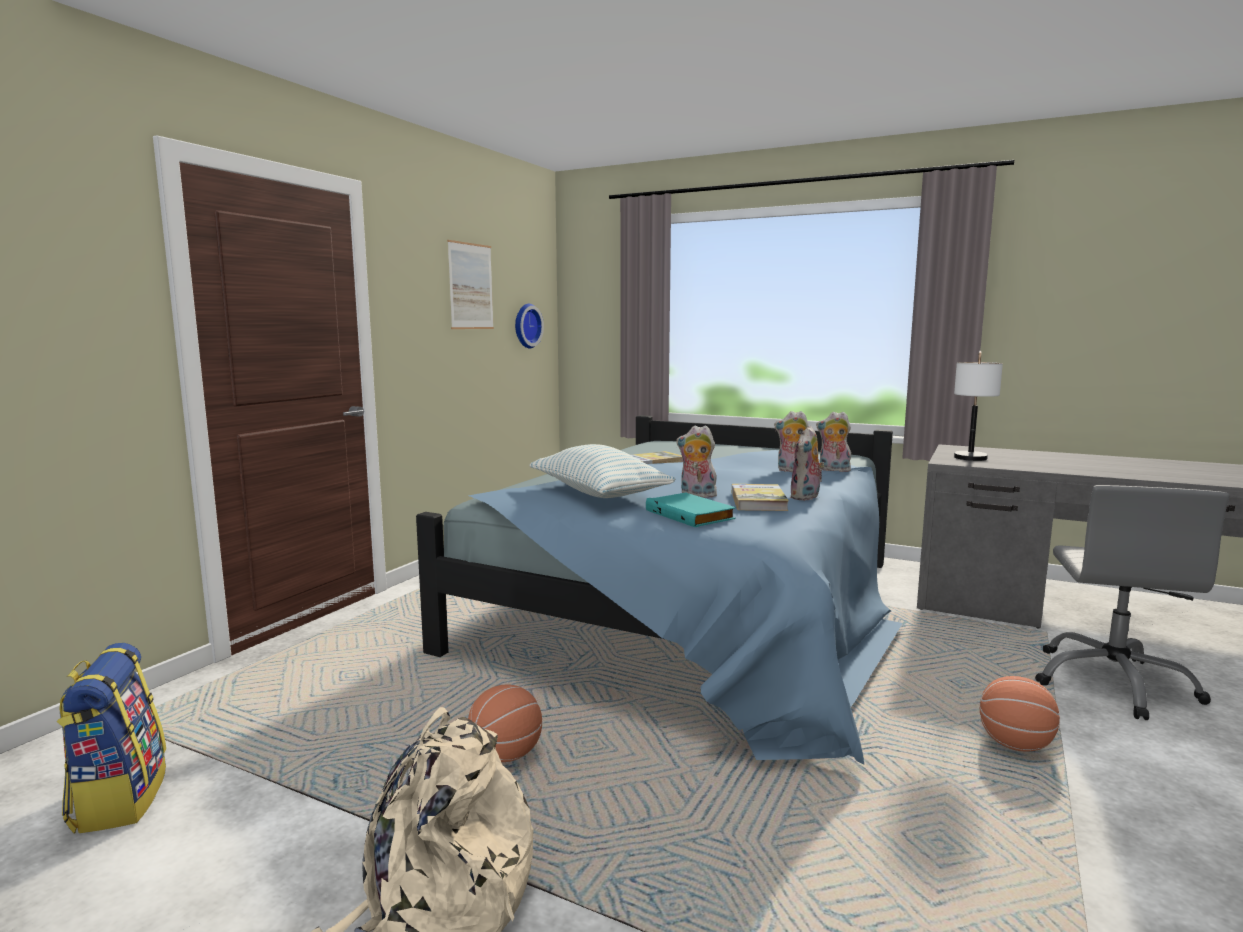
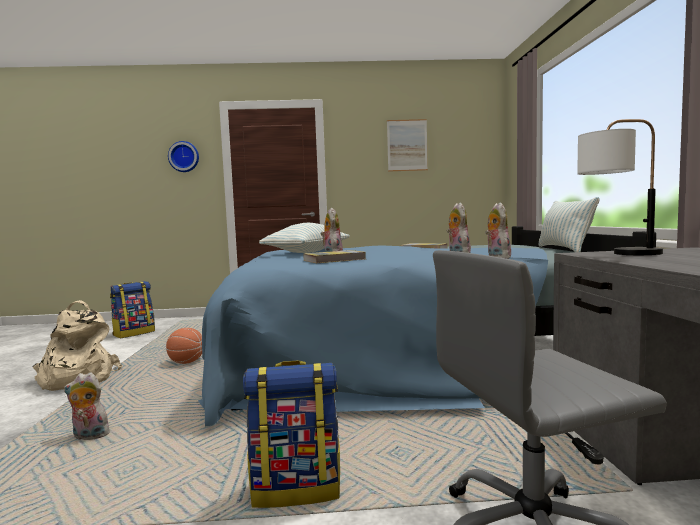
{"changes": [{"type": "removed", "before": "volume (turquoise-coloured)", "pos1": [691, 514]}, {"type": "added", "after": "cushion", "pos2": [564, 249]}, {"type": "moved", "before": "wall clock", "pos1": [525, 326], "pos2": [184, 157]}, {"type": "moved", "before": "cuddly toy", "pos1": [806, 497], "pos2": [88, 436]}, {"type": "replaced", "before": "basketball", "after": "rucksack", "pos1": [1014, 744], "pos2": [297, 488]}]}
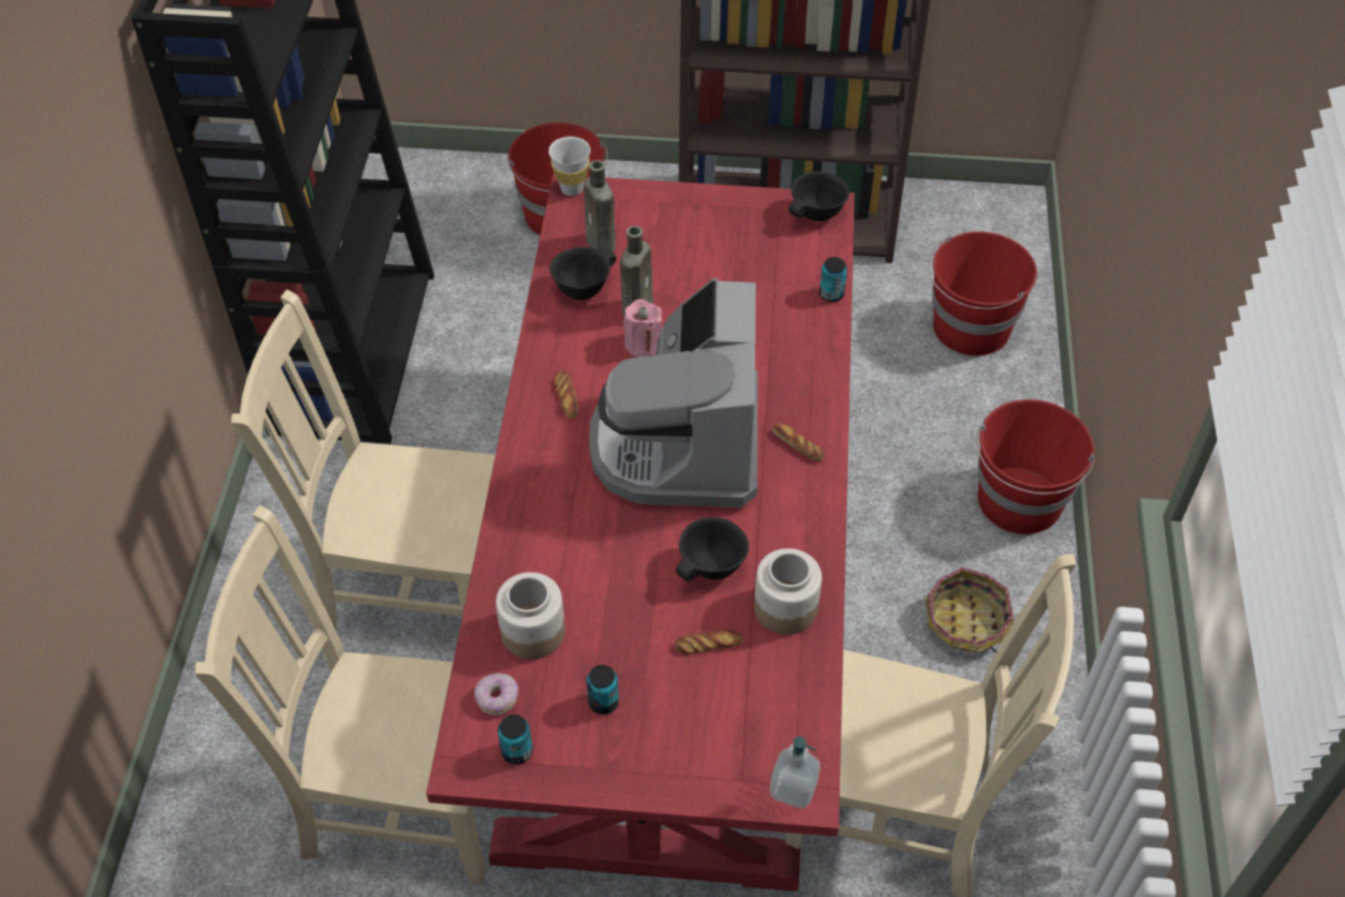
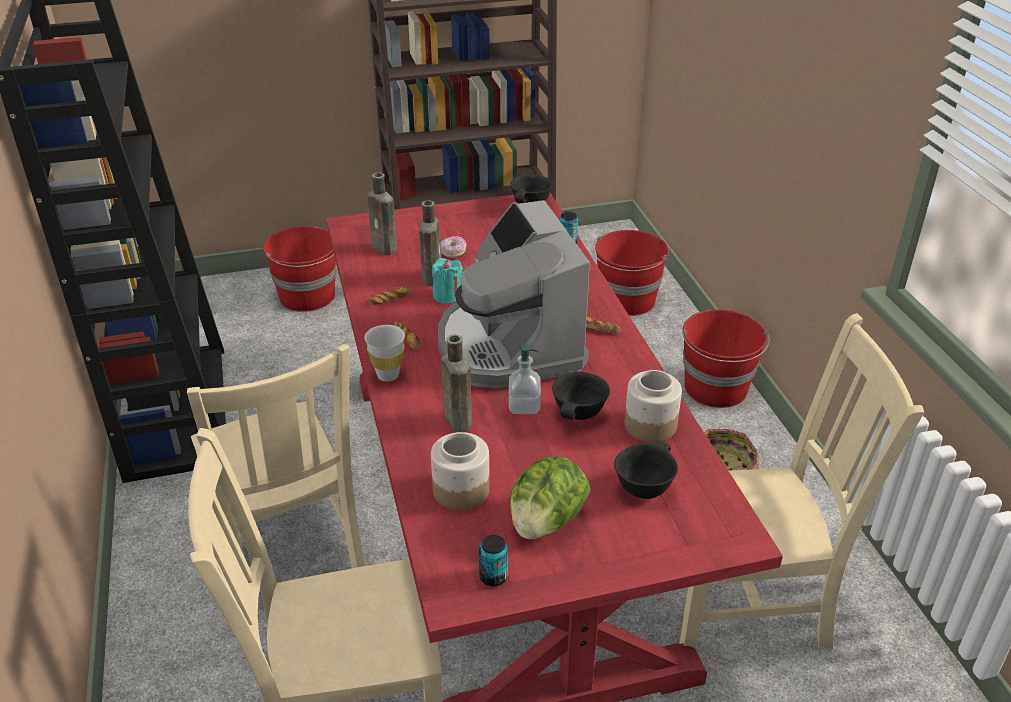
{"changes": [{"type": "added", "after": "bottle (brownish)", "pos2": [456, 419]}, {"type": "moved", "before": "doughnut", "pos1": [497, 698], "pos2": [453, 252]}, {"type": "moved", "before": "small cup (whitish)", "pos1": [572, 189], "pos2": [388, 375]}, {"type": "moved", "before": "deep dish (blackish)", "pos1": [582, 289], "pos2": [643, 488]}, {"type": "moved", "before": "bakery bread", "pos1": [708, 644], "pos2": [390, 298]}, {"type": "moved", "before": "soap bottle", "pos1": [793, 788], "pos2": [524, 406]}, {"type": "replaced", "before": "can", "after": "head of lettuce", "pos1": [603, 702], "pos2": [546, 522]}, {"type": "recoloured", "before": "wax light (pink)", "after": "wax light (turquoise-coloured)", "pos1": [643, 344], "pos2": [447, 296]}, {"type": "turned", "before": "chair (beige-coloured)", "pos1": [411, 585], "pos2": [289, 556], "turn": -105}]}
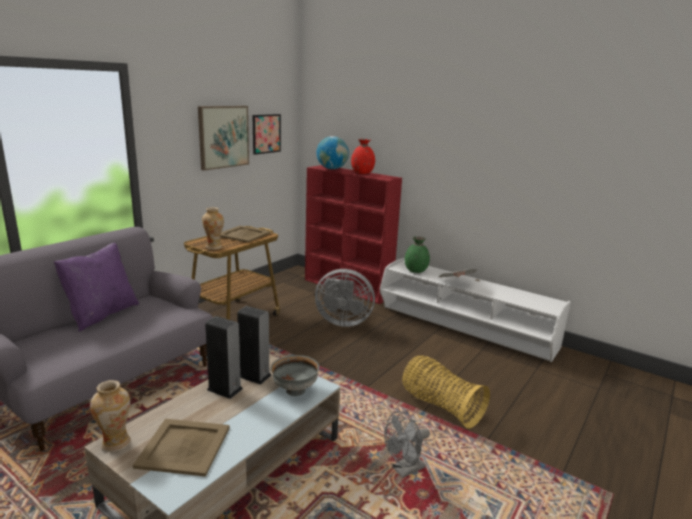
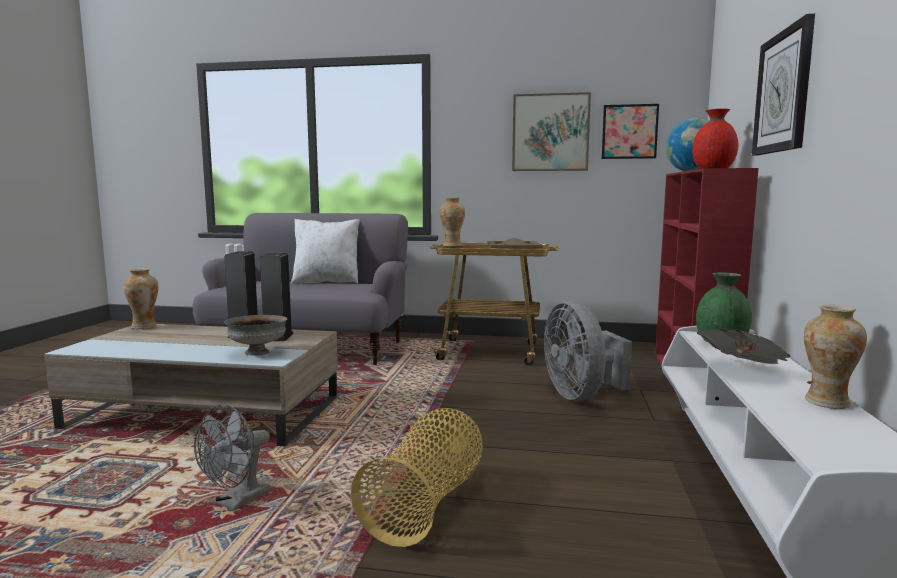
{"changes": [{"type": "removed", "before": "tray (beige-coloured)", "pos1": [183, 447]}, {"type": "added", "after": "wall clock", "pos2": [783, 92]}, {"type": "added", "after": "decorative vase", "pos2": [827, 402]}, {"type": "recoloured", "before": "cushion (purple)", "after": "cushion (whitish)", "pos1": [101, 314], "pos2": [327, 282]}, {"type": "turned", "before": "fan (gray)", "pos1": [404, 470], "pos2": [237, 502], "turn": -90}]}
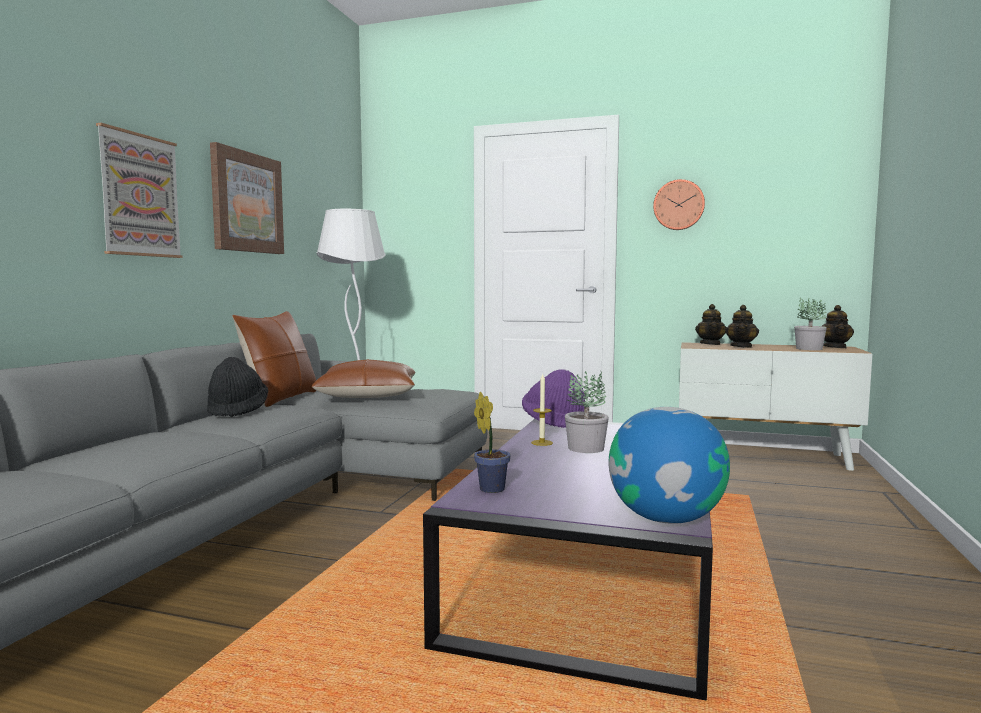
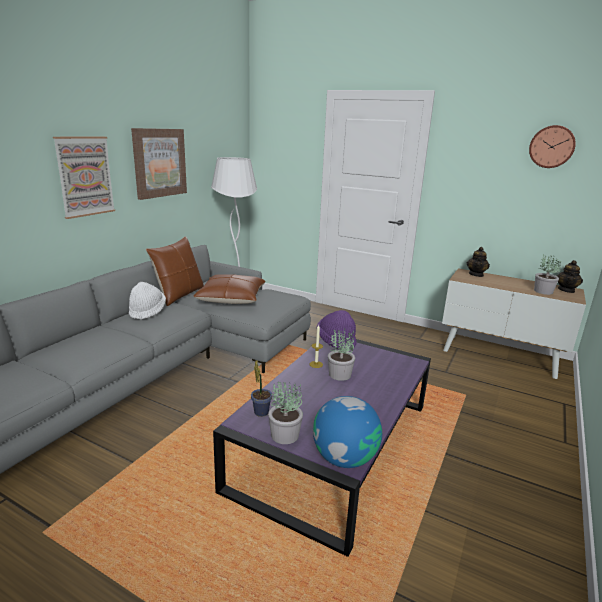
{"changes": [{"type": "removed", "before": "pot for tea", "pos1": [741, 346]}, {"type": "added", "after": "potted plant", "pos2": [285, 435]}, {"type": "moved", "before": "wall clock", "pos1": [678, 205], "pos2": [551, 146]}, {"type": "recoloured", "before": "clothing hat (blackish)", "after": "clothing hat (whitish)", "pos1": [237, 410], "pos2": [147, 311]}]}
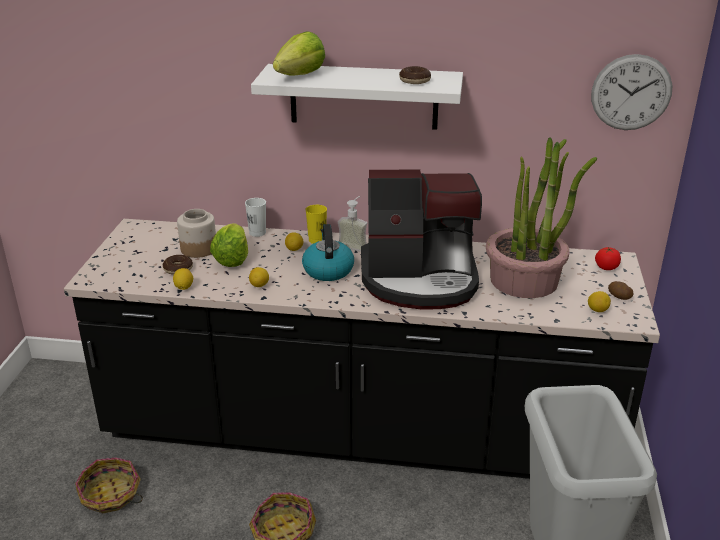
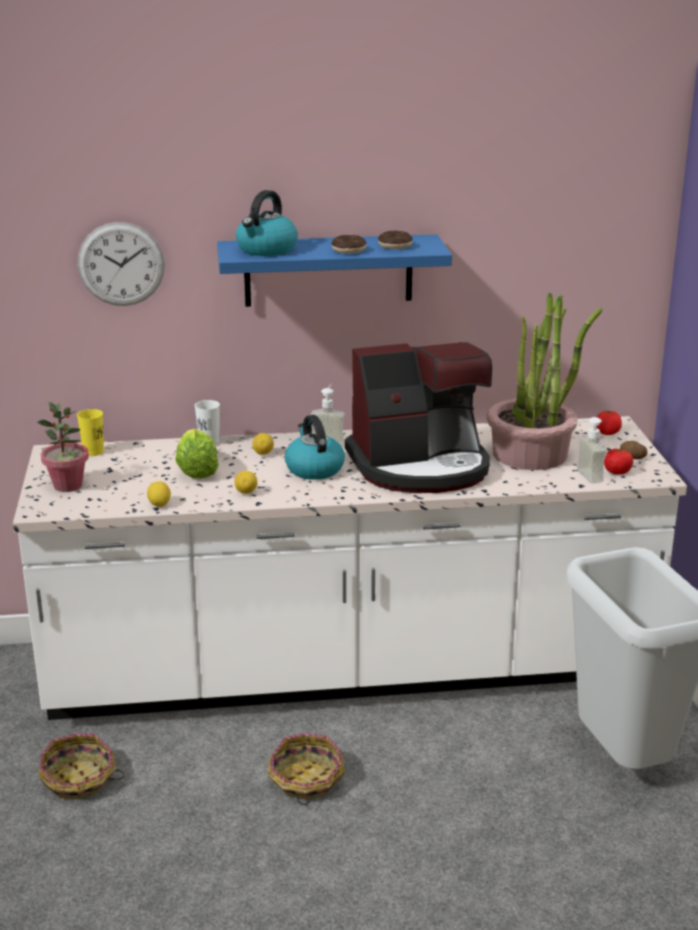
{"changes": [{"type": "removed", "before": "jar", "pos1": [198, 249]}, {"type": "added", "after": "potted plant", "pos2": [68, 486]}, {"type": "added", "after": "soap bottle", "pos2": [583, 477]}, {"type": "moved", "before": "doughnut", "pos1": [178, 269], "pos2": [348, 250]}, {"type": "moved", "before": "small cup (yellow-coloured)", "pos1": [317, 240], "pos2": [93, 452]}, {"type": "moved", "before": "wall clock", "pos1": [631, 92], "pos2": [121, 264]}, {"type": "replaced", "before": "head of lettuce", "after": "tea kettle", "pos1": [300, 75], "pos2": [266, 250]}, {"type": "replaced", "before": "whole lemon", "after": "tomato", "pos1": [597, 310], "pos2": [617, 472]}, {"type": "recoloured", "before": "kitchen counter (blackish)", "after": "kitchen counter (whitish)", "pos1": [360, 434], "pos2": [349, 670]}, {"type": "recoloured", "before": "wall shelf (whitish)", "after": "wall shelf (blue-coloured)", "pos1": [363, 96], "pos2": [328, 270]}]}
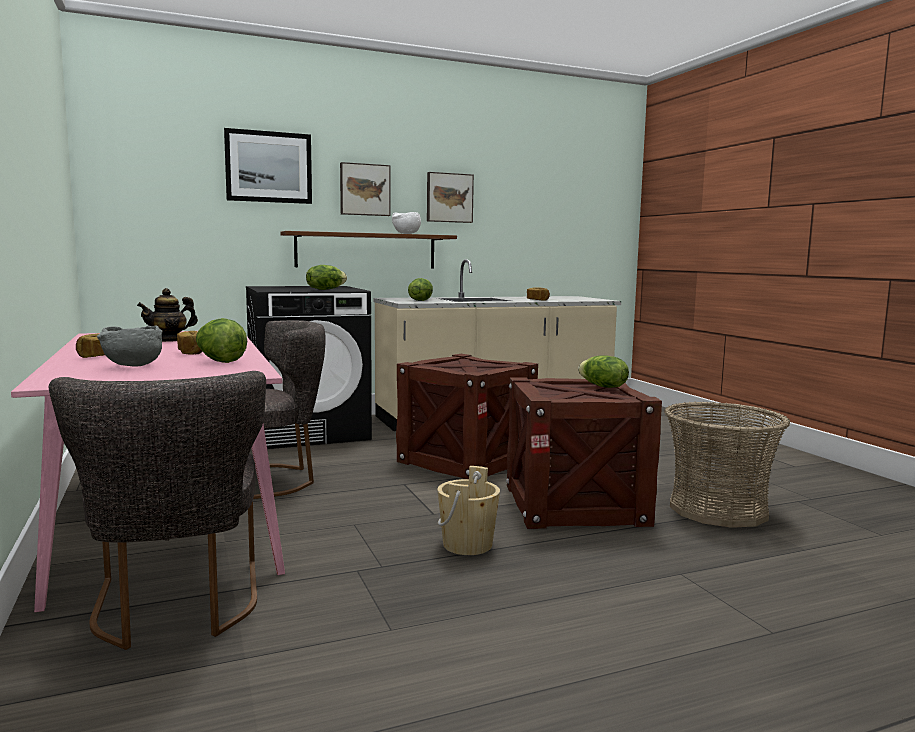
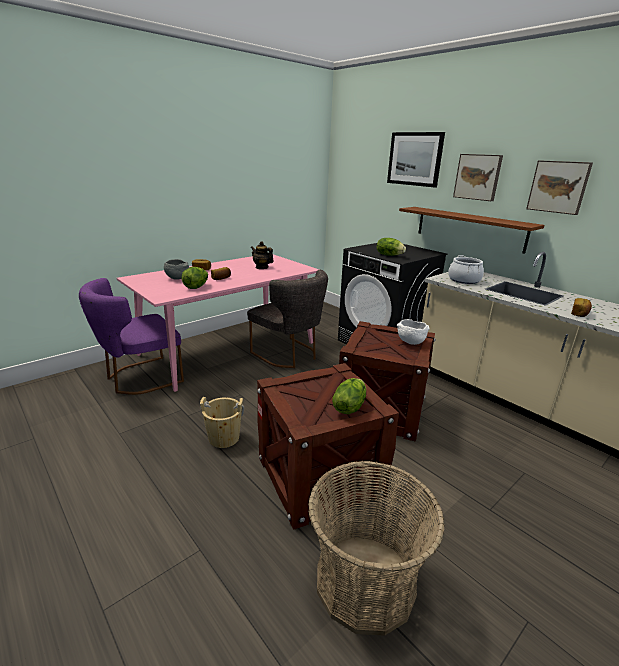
{"changes": [{"type": "moved", "before": "deep dish (whitish)", "pos1": [406, 234], "pos2": [410, 342]}, {"type": "replaced", "before": "head of lettuce", "after": "saucepot", "pos1": [420, 300], "pos2": [464, 280]}, {"type": "recoloured", "before": "chair (gray)", "after": "chair (purple)", "pos1": [177, 608], "pos2": [140, 378]}]}
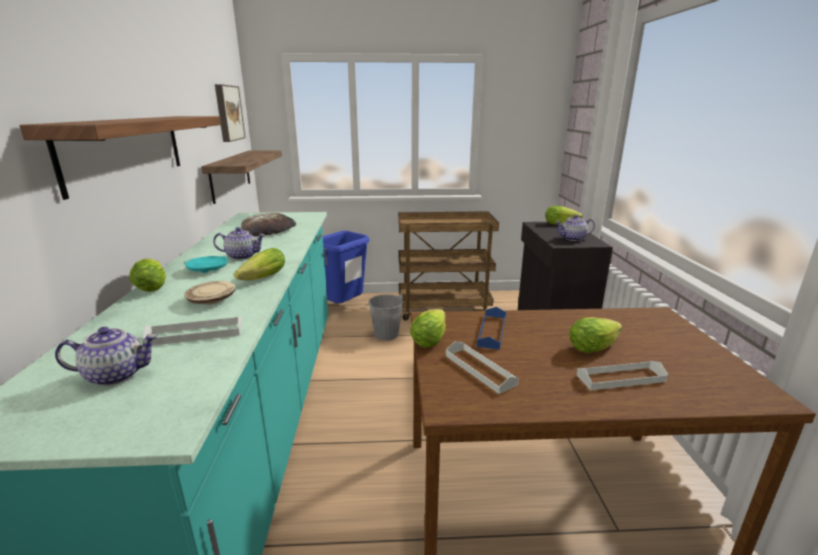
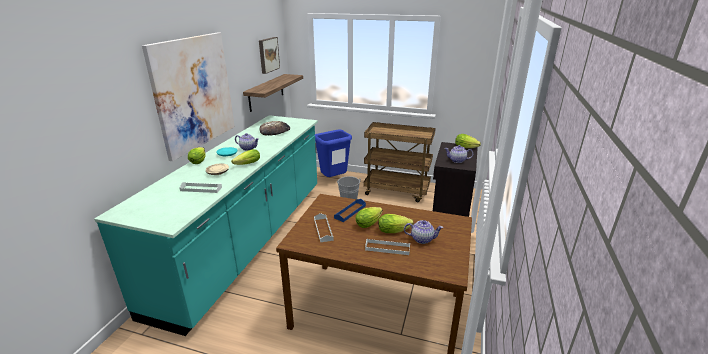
{"changes": [{"type": "moved", "before": "pot for tea", "pos1": [117, 374], "pos2": [422, 239]}, {"type": "moved", "before": "head of lettuce", "pos1": [431, 338], "pos2": [370, 222]}, {"type": "replaced", "before": "wall shelf", "after": "picture", "pos1": [126, 149], "pos2": [194, 93]}]}
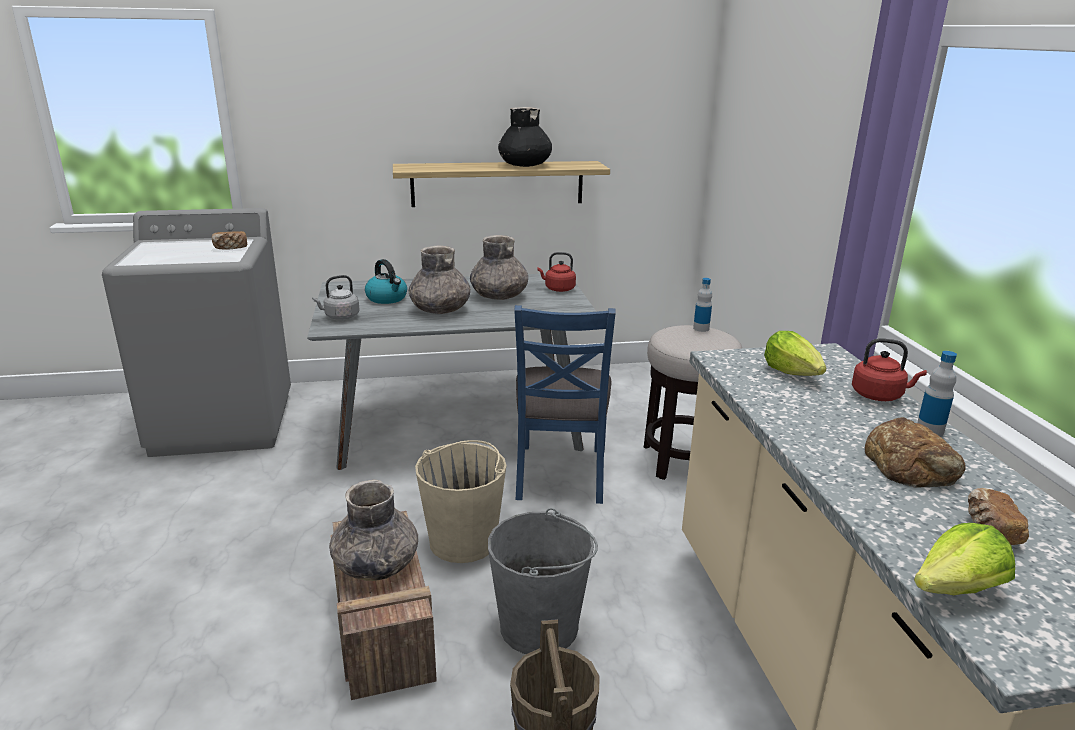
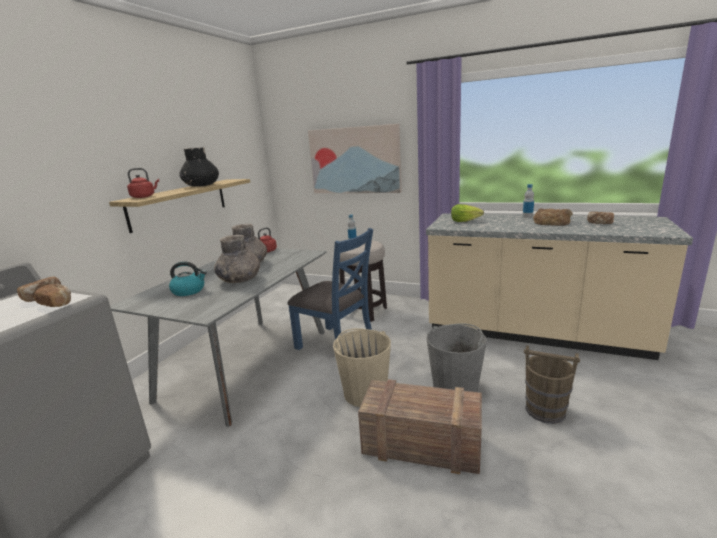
{"changes": [{"type": "removed", "before": "tea kettle (gray)", "pos1": [340, 317]}, {"type": "removed", "before": "decorative vase (gray)", "pos1": [375, 565]}, {"type": "removed", "before": "head of lettuce", "pos1": [957, 589]}, {"type": "added", "after": "bakery bread", "pos2": [57, 304]}, {"type": "added", "after": "picture", "pos2": [355, 160]}, {"type": "moved", "before": "tea kettle (red-coloured)", "pos1": [879, 395], "pos2": [144, 196]}]}
